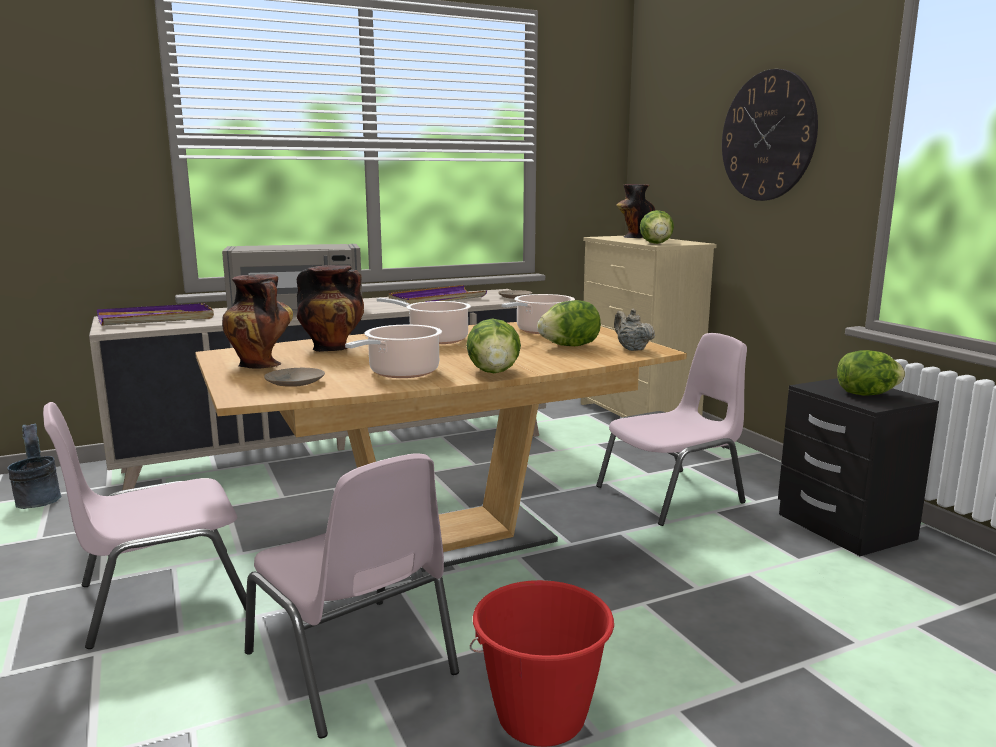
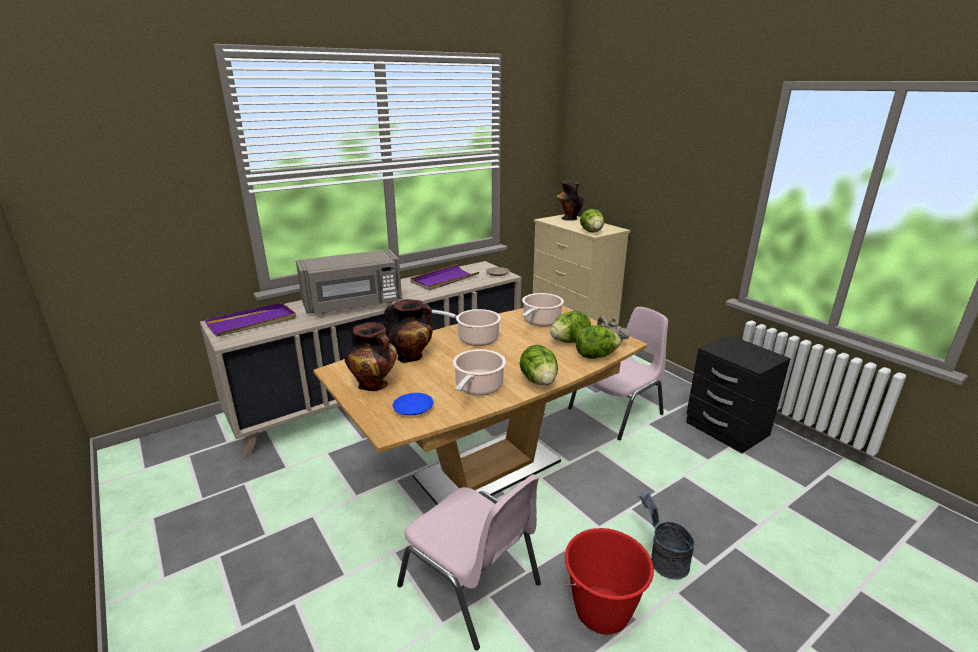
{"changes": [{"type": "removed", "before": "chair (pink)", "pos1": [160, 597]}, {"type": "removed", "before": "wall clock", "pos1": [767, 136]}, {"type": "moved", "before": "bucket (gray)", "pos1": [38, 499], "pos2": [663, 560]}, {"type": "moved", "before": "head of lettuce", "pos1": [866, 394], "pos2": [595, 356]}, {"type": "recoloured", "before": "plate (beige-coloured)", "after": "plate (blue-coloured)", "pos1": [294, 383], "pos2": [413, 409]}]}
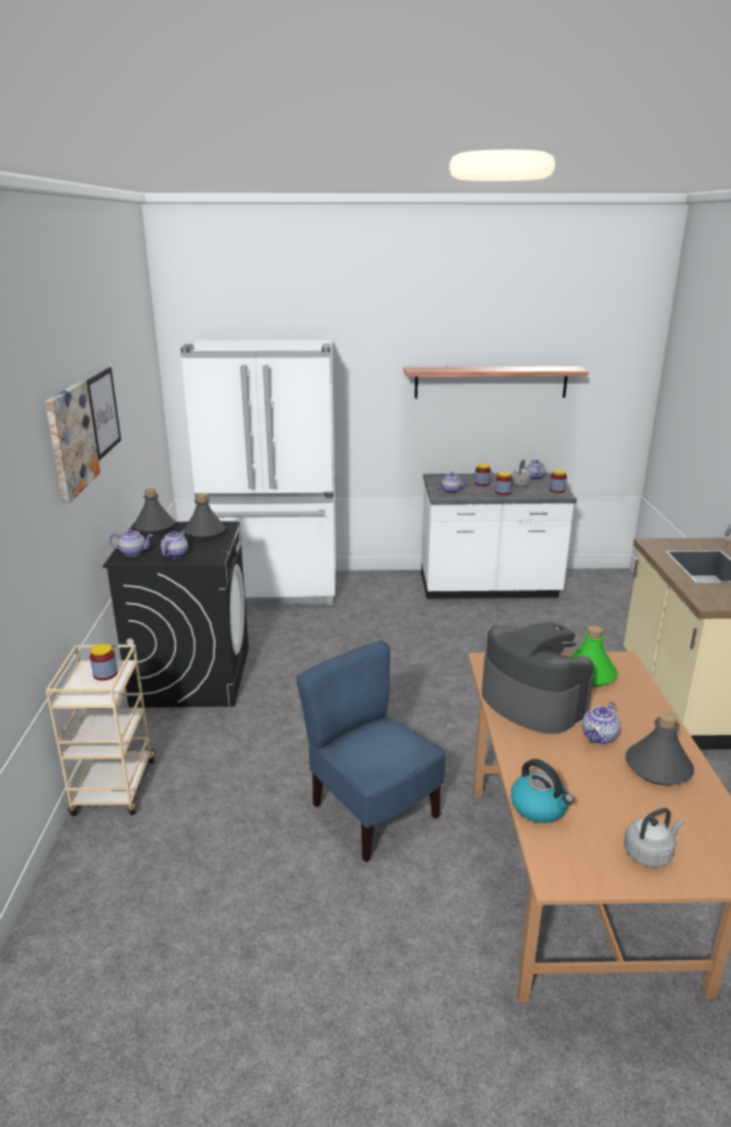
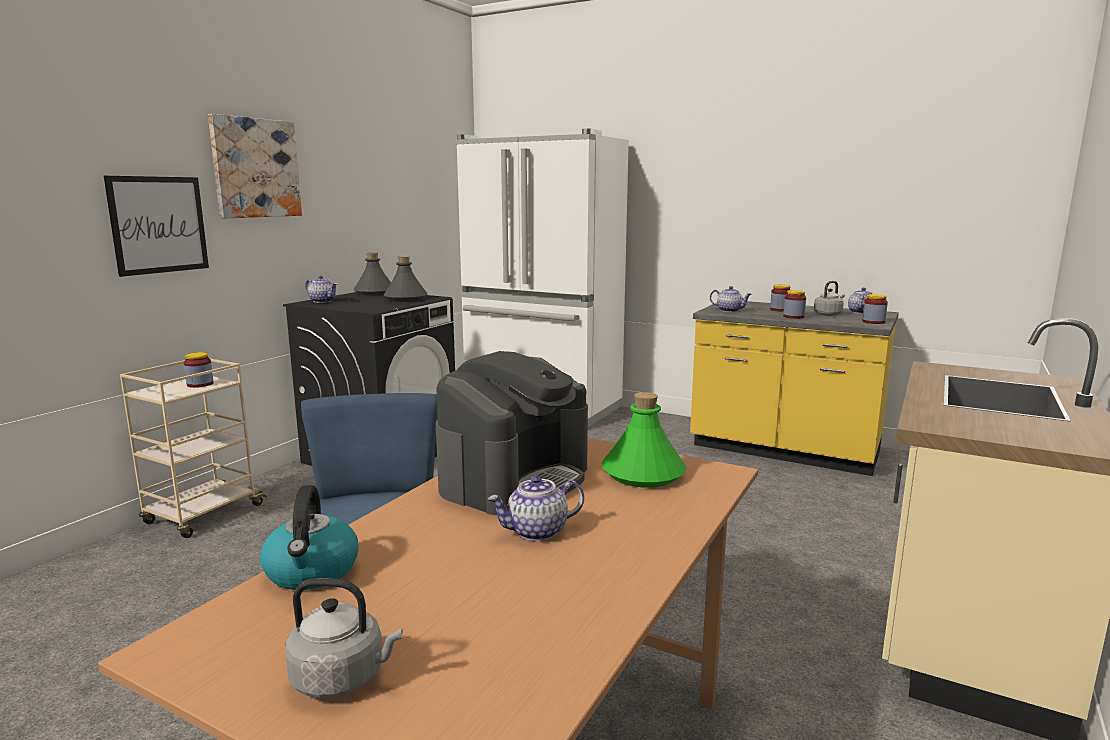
{"changes": [{"type": "removed", "before": "pot for tea", "pos1": [175, 555]}, {"type": "removed", "before": "wall shelf", "pos1": [491, 382]}, {"type": "removed", "before": "bottle (gray)", "pos1": [657, 768]}, {"type": "moved", "before": "picture", "pos1": [103, 412], "pos2": [159, 225]}, {"type": "recoloured", "before": "kitchen counter (whitish)", "after": "kitchen counter (yellow-coloured)", "pos1": [488, 587], "pos2": [784, 450]}, {"type": "turned", "before": "coffee maker", "pos1": [531, 702], "pos2": [515, 478], "turn": 45}]}
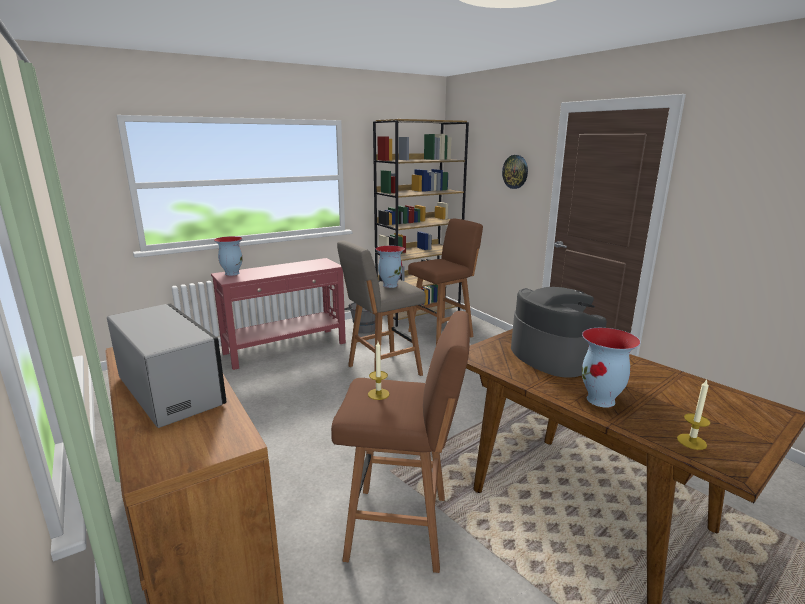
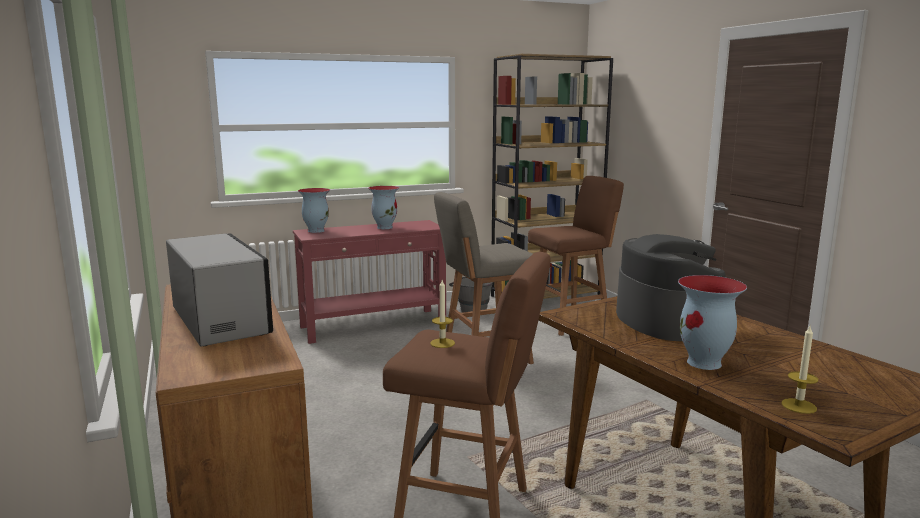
{"changes": [{"type": "removed", "before": "wall clock", "pos1": [515, 171]}, {"type": "moved", "before": "decorative vase", "pos1": [390, 285], "pos2": [384, 227]}]}
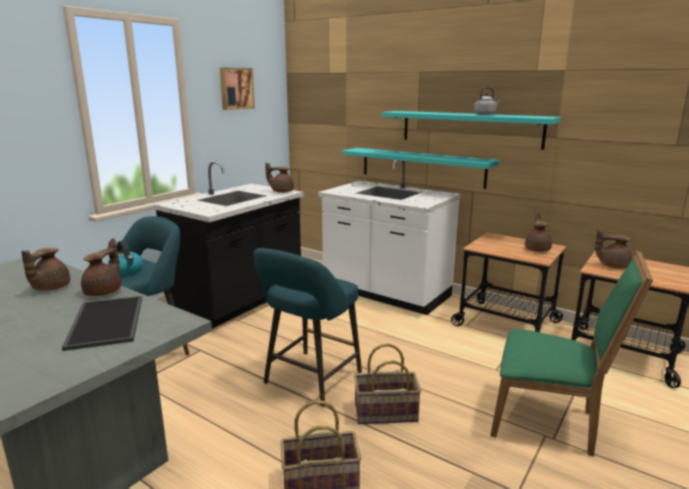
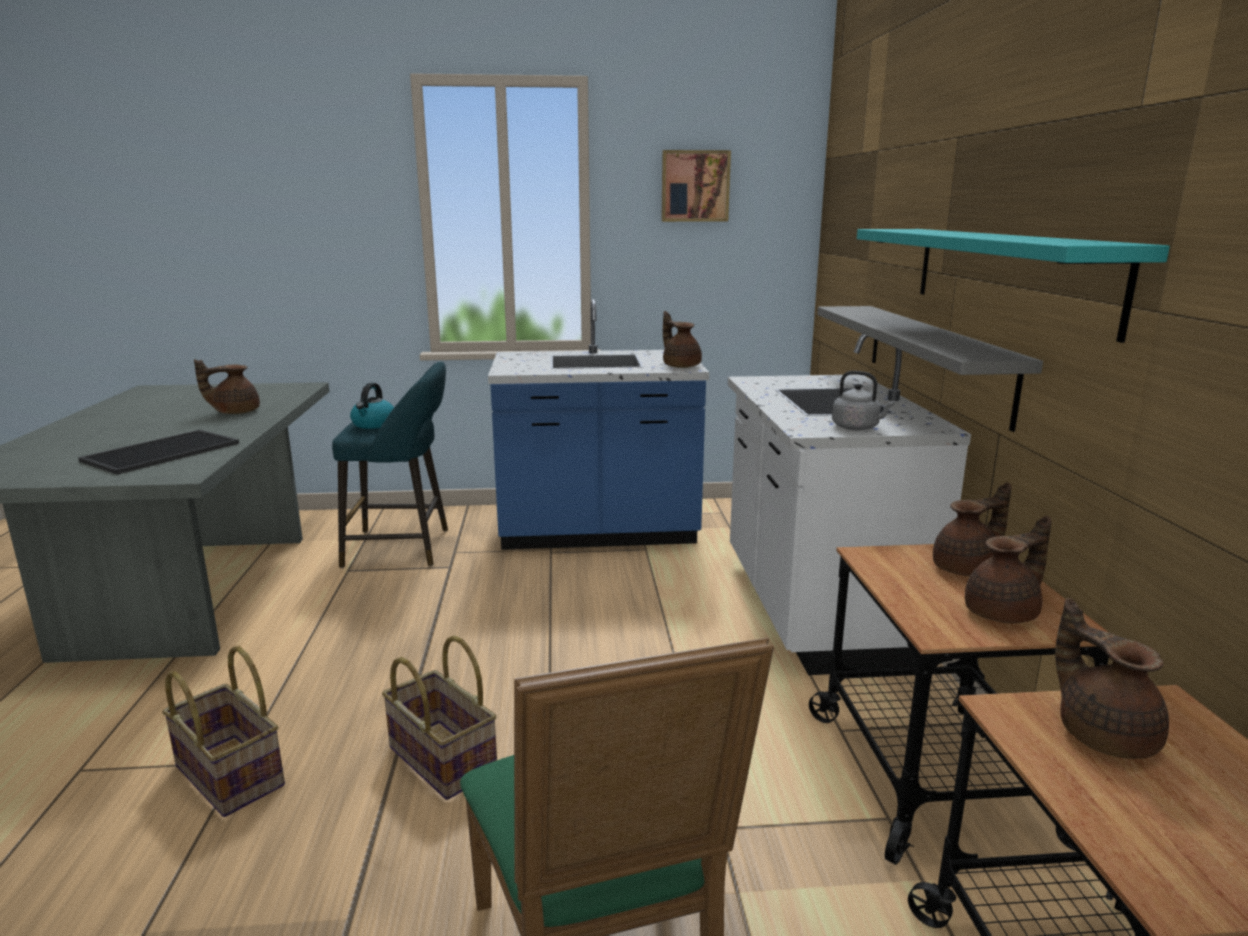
{"changes": [{"type": "removed", "before": "sitting stool (turquoise-coloured)", "pos1": [310, 380]}, {"type": "moved", "before": "pot for tea (brownish)", "pos1": [105, 291], "pos2": [967, 569]}, {"type": "moved", "before": "tea kettle (gray)", "pos1": [485, 114], "pos2": [857, 428]}, {"type": "recoloured", "before": "kitchen counter (blackish)", "after": "kitchen counter (blue-coloured)", "pos1": [240, 302], "pos2": [598, 532]}, {"type": "recoloured", "before": "wall shelf (turquoise-coloured)", "after": "wall shelf (gray)", "pos1": [421, 167], "pos2": [935, 359]}]}
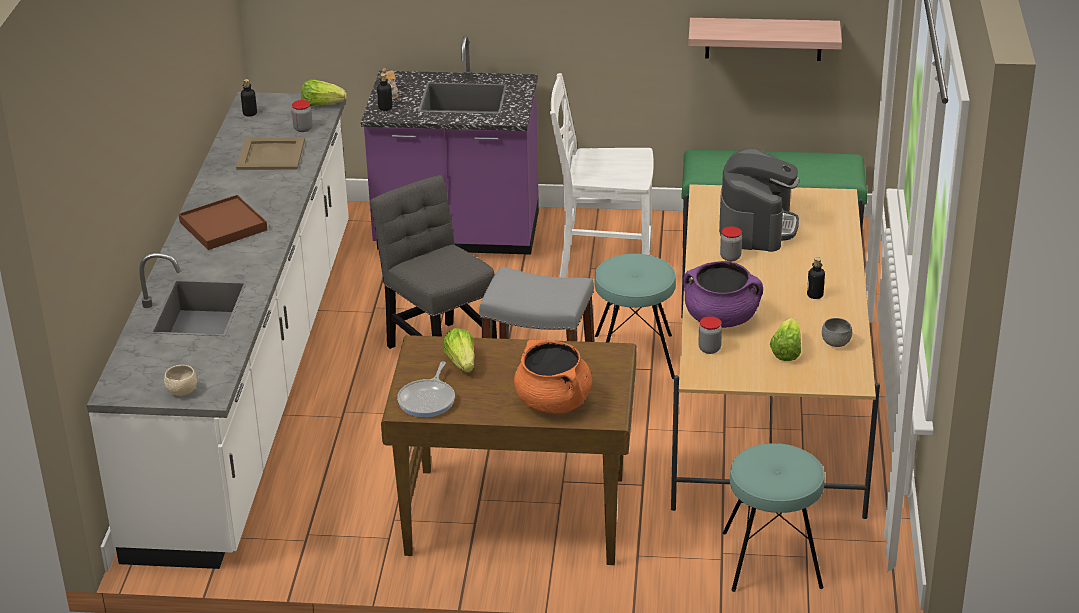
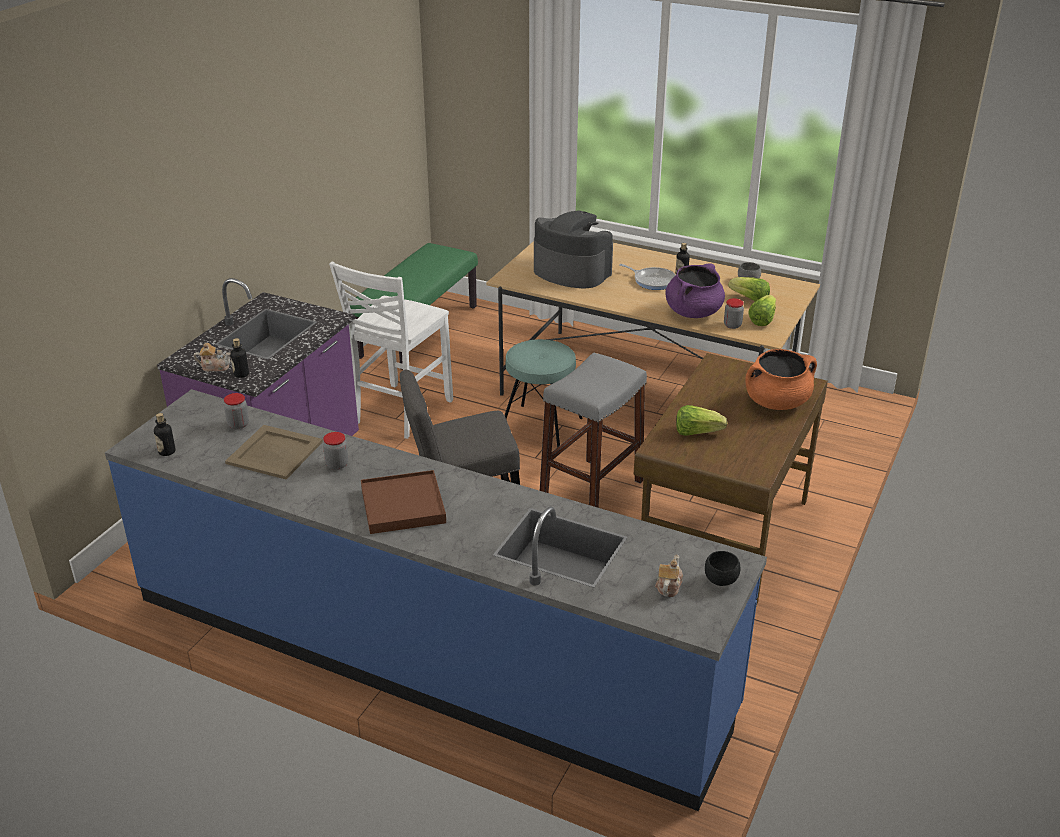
{"changes": [{"type": "removed", "before": "wall shelf", "pos1": [763, 39]}, {"type": "removed", "before": "sitting stool (turquoise-coloured)", "pos1": [771, 560]}, {"type": "added", "after": "pot for tea", "pos2": [668, 586]}, {"type": "moved", "before": "head of lettuce", "pos1": [322, 104], "pos2": [762, 320]}, {"type": "moved", "before": "pan", "pos1": [428, 400], "pos2": [652, 280]}, {"type": "moved", "before": "jar", "pos1": [730, 257], "pos2": [337, 464]}, {"type": "recoloured", "before": "kitchen counter (whitish)", "after": "kitchen counter (blue-coloured)", "pos1": [251, 380], "pos2": [425, 653]}, {"type": "recoloured", "before": "deep dish (beige-coloured)", "after": "deep dish (blackish)", "pos1": [182, 391], "pos2": [721, 580]}]}
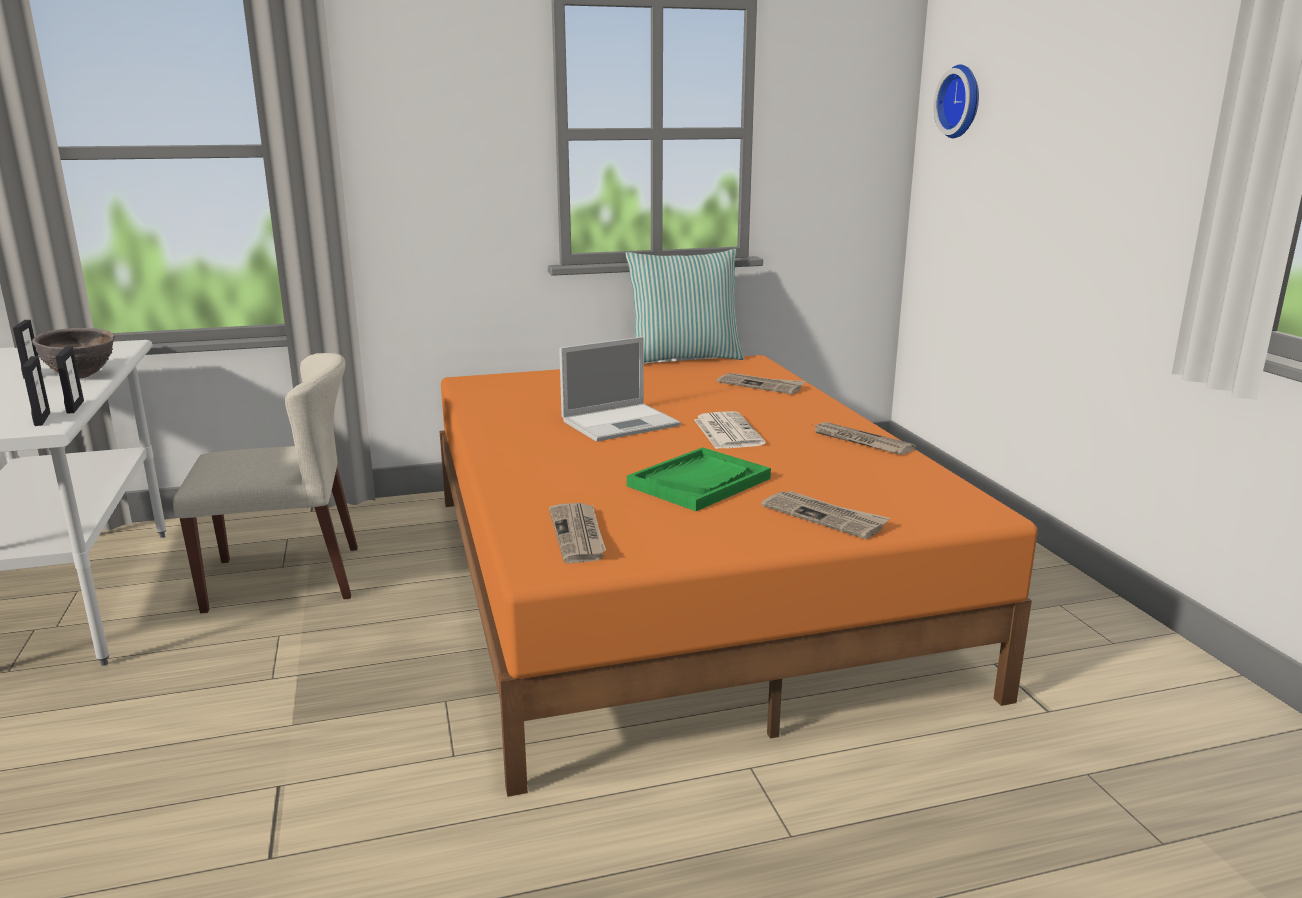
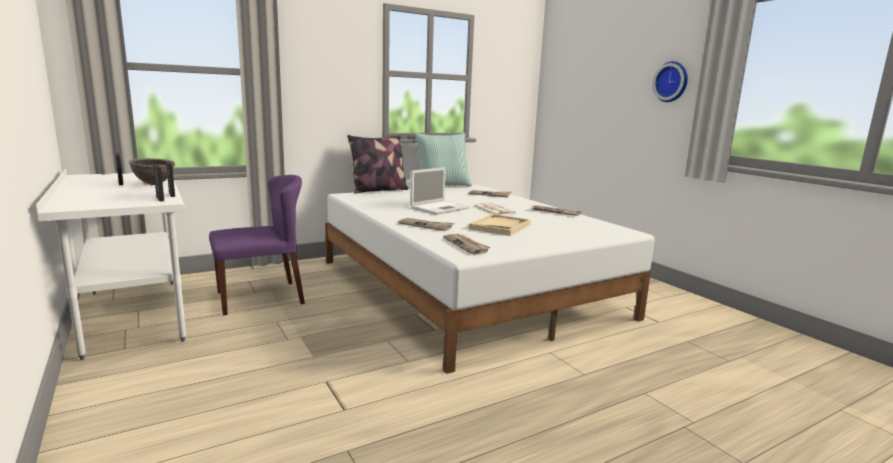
{"changes": [{"type": "added", "after": "cushion", "pos2": [378, 190]}, {"type": "moved", "before": "printed paper", "pos1": [824, 517], "pos2": [426, 225]}, {"type": "moved", "before": "wall clock", "pos1": [962, 101], "pos2": [672, 82]}, {"type": "recoloured", "before": "chair (beige-coloured)", "after": "chair (purple)", "pos1": [285, 578], "pos2": [261, 297]}, {"type": "recoloured", "before": "bedroom bed (orangey)", "after": "bedroom bed (whitish)", "pos1": [675, 583], "pos2": [466, 287]}, {"type": "recoloured", "before": "tray (green-coloured)", "after": "tray (beige-coloured)", "pos1": [699, 482], "pos2": [500, 226]}]}
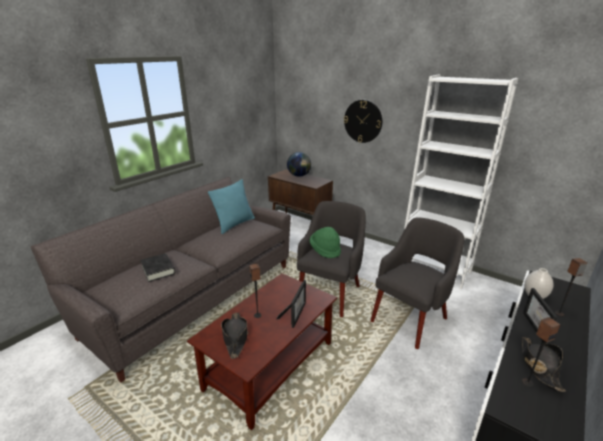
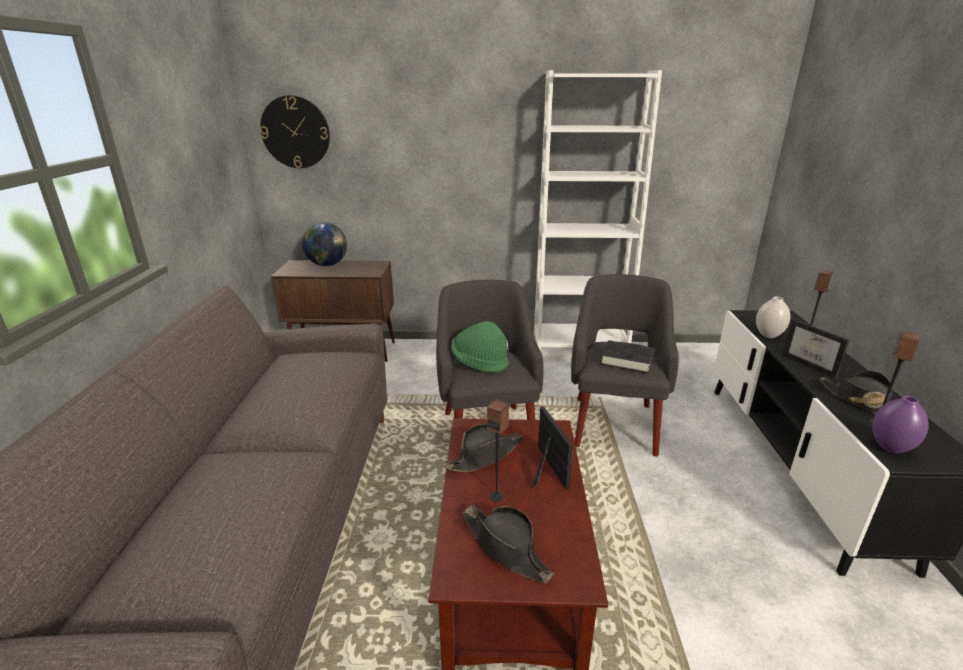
{"changes": [{"type": "removed", "before": "cushion (turquoise-coloured)", "pos1": [234, 224]}, {"type": "added", "after": "clothing hat (blackish)", "pos2": [485, 455]}, {"type": "added", "after": "decorative vase (purple)", "pos2": [891, 448]}, {"type": "moved", "before": "volume (blackish)", "pos1": [158, 270], "pos2": [627, 360]}, {"type": "moved", "before": "wall clock", "pos1": [363, 121], "pos2": [295, 132]}]}
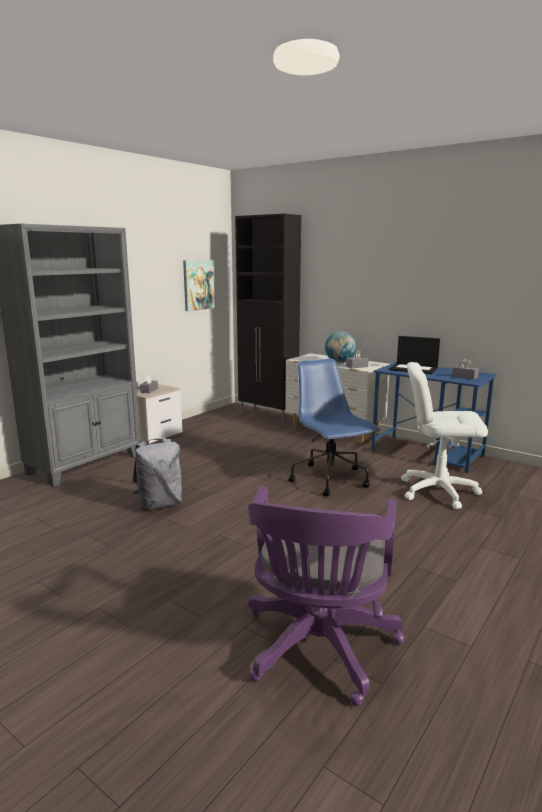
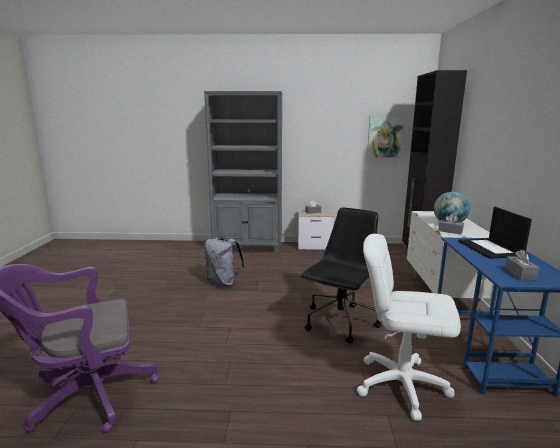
{"changes": [{"type": "recoloured", "before": "office chair (blue-coloured)", "after": "office chair (blackish)", "pos1": [330, 480], "pos2": [339, 323]}, {"type": "turned", "before": "office chair (whitish)", "pos1": [438, 491], "pos2": [401, 385], "turn": -45}]}
